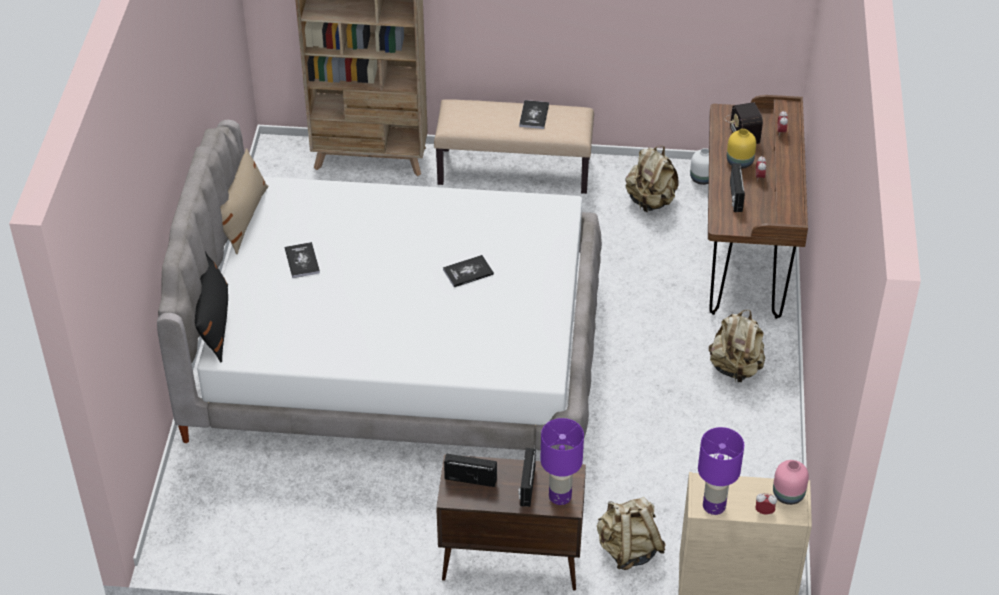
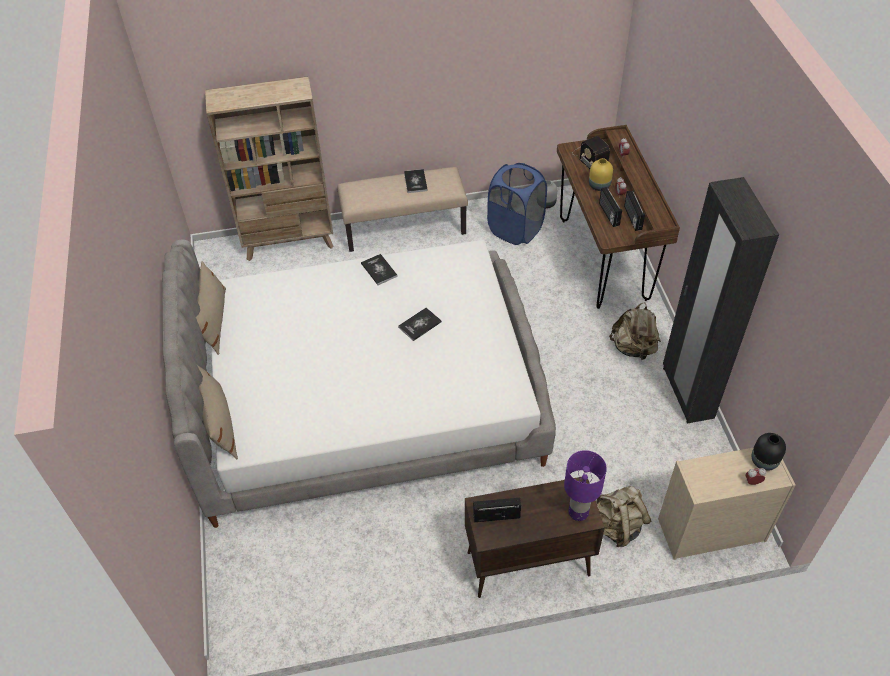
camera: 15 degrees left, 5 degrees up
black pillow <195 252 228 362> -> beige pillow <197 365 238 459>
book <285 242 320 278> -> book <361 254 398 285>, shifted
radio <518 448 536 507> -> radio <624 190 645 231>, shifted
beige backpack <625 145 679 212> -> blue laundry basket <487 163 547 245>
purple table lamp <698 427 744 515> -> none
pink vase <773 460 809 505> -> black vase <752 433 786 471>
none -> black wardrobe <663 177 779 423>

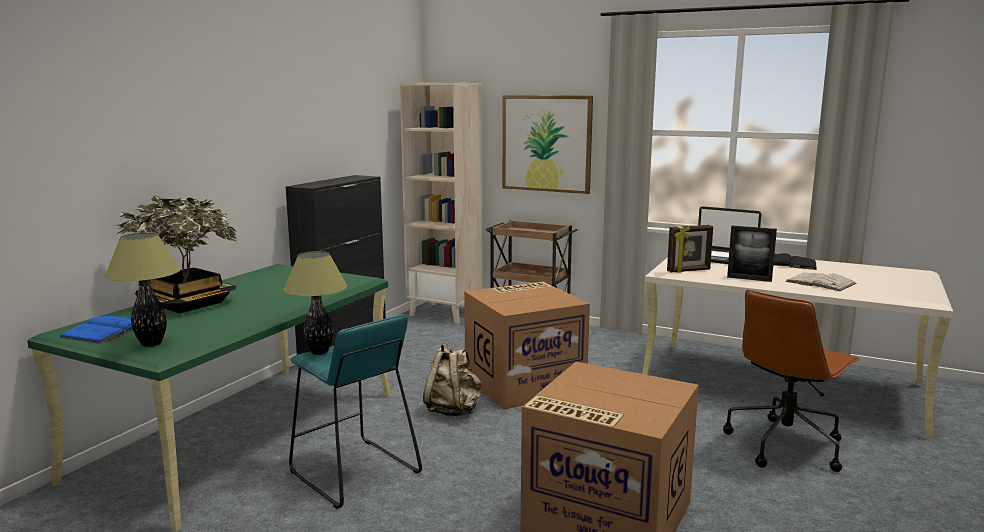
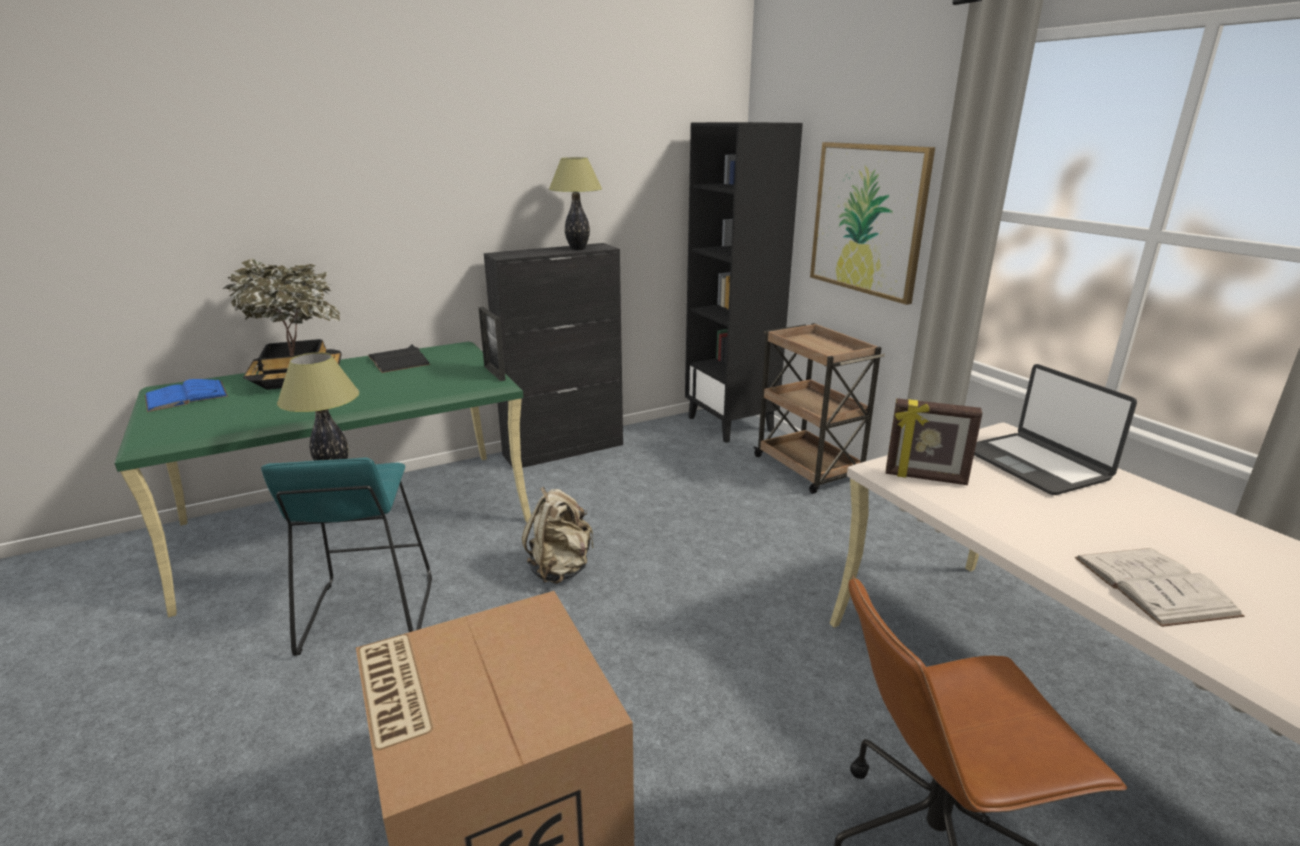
camera: 35 degrees right, 10 degrees up
table lamp <105 232 180 347> -> table lamp <549 157 602 250>, shifted
beige bookcase <400 83 482 323> -> black bookcase <685 122 803 443>
cardboard box <464 282 590 410> -> none
picture frame <727 226 777 282> -> picture frame <478 307 506 381>, shifted
black book <773 253 817 270> -> black book <368 345 430 373>, shifted

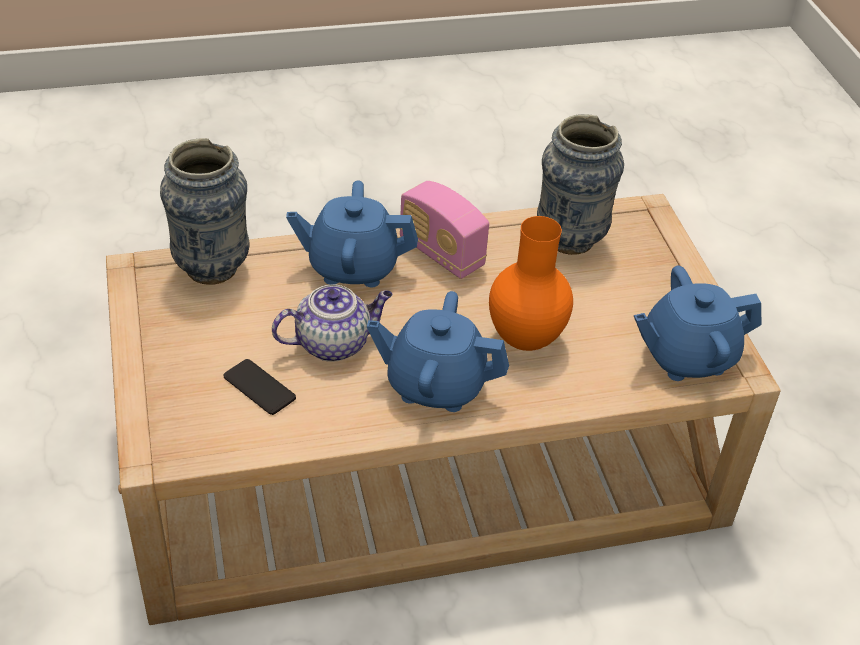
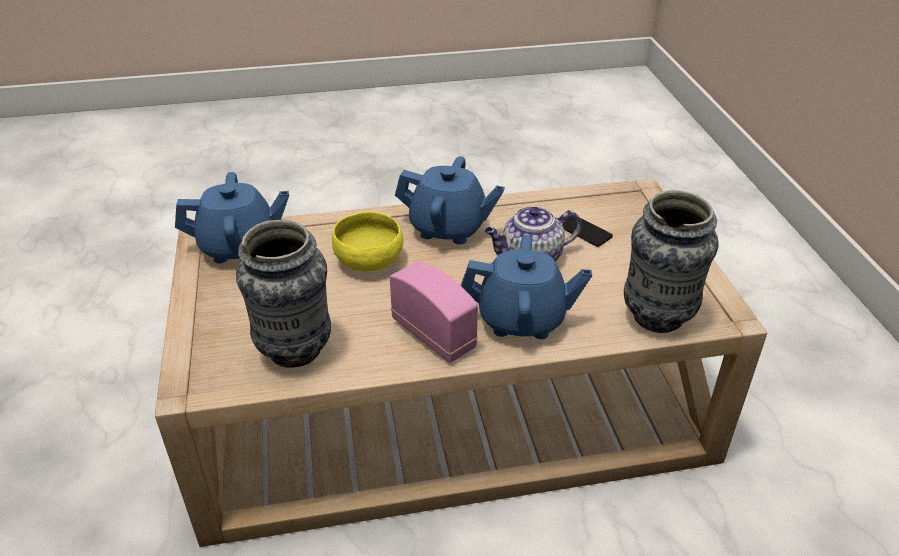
camera: 175 degrees left, 5 degrees down
orange vase <489 216 573 351> -> yellow bowl <332 211 403 272>

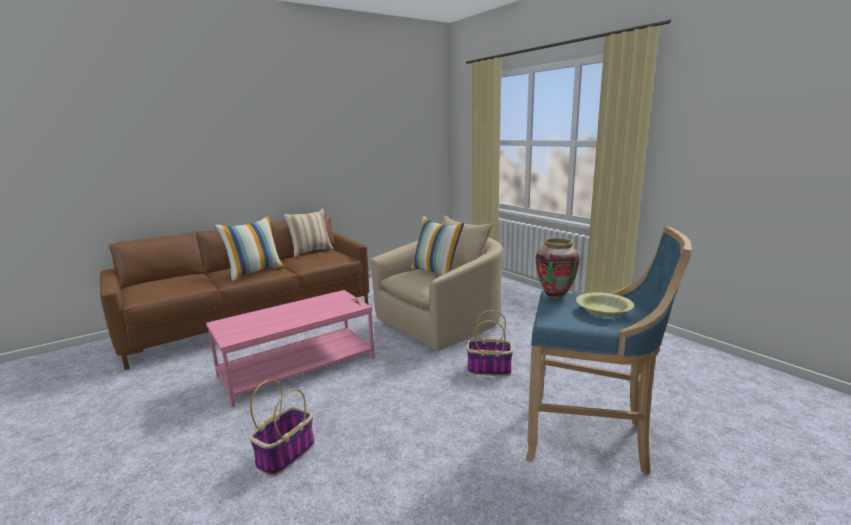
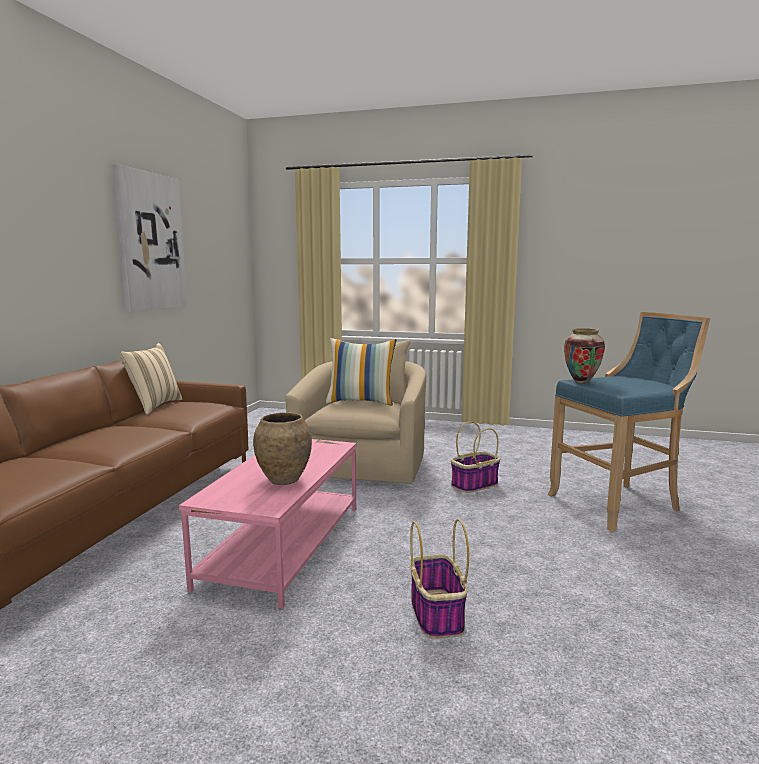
camera: 40 degrees left, 5 degrees down
pillow <214 215 285 281> -> none
yellow bowl <576 292 634 317> -> none
none -> picture <112 164 188 312>
none -> brown vase <253 413 312 485>

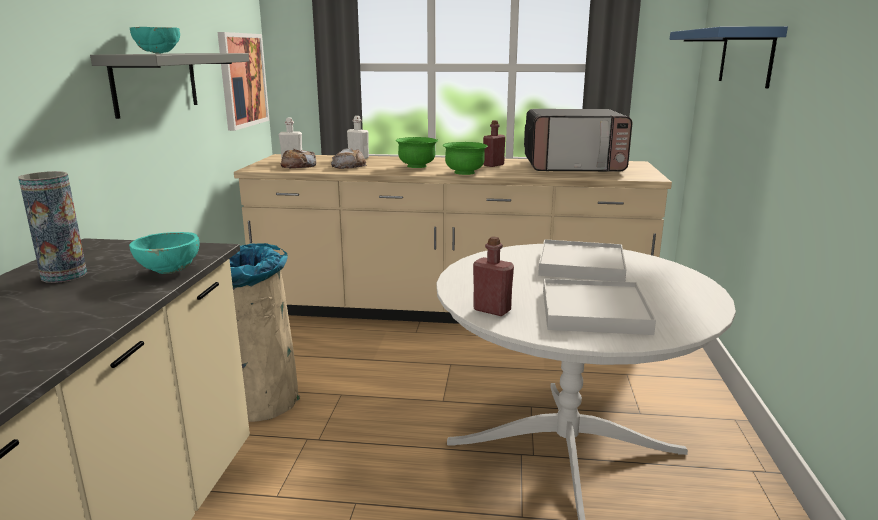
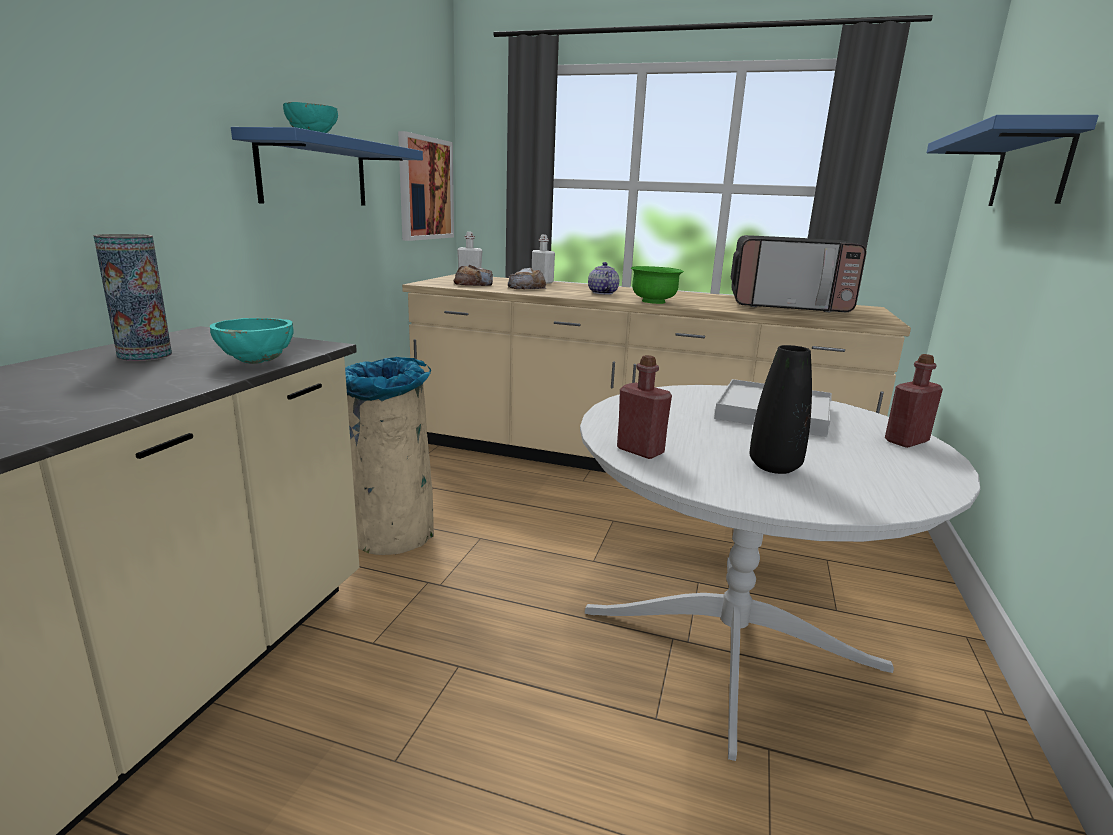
camera: 10 degrees right, 0 degrees up
grey shelf <90 53 249 119> -> blue shelf <231 127 423 206>
green bowl <396 137 438 168> -> teapot <588 262 619 294>
red bottle <483 120 505 167> -> red bottle <885 354 943 448>, shifted
white tray <543 279 656 335> -> black vase <749 345 812 474>

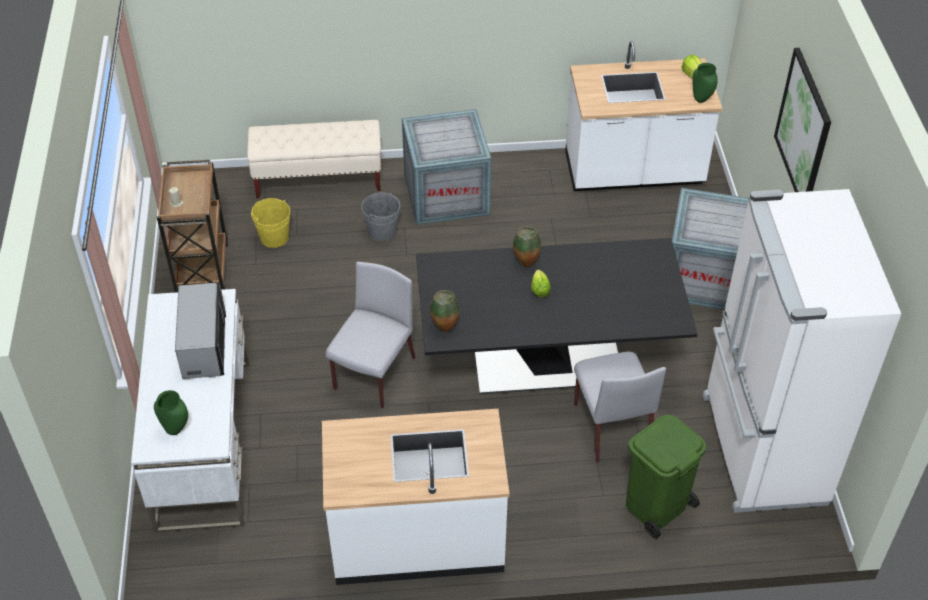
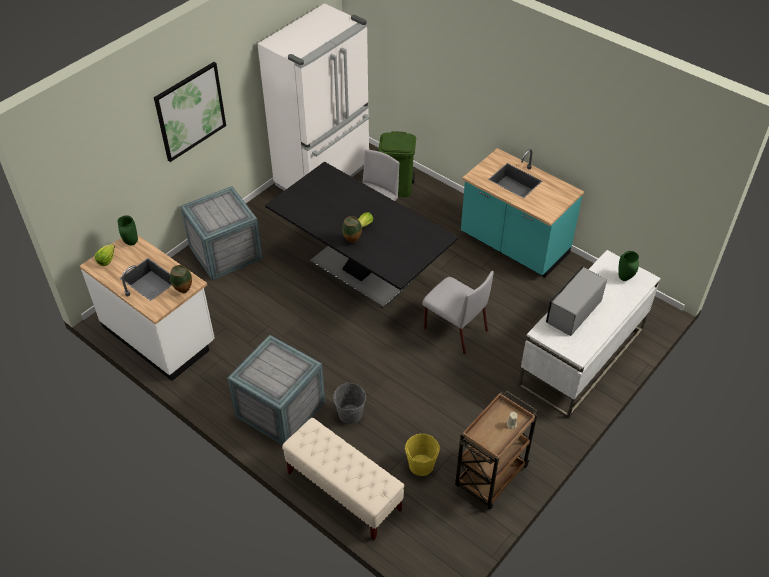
camera: 135 degrees left, 0 degrees up
white counter <322 409 510 585> -> turquoise counter <461 148 584 278>
grey chair <326 262 416 408> -> grey chair <422 271 494 354>, 120 degrees counterclockwise
vase <430 290 459 332> -> vase <170 265 192 293>, shifted

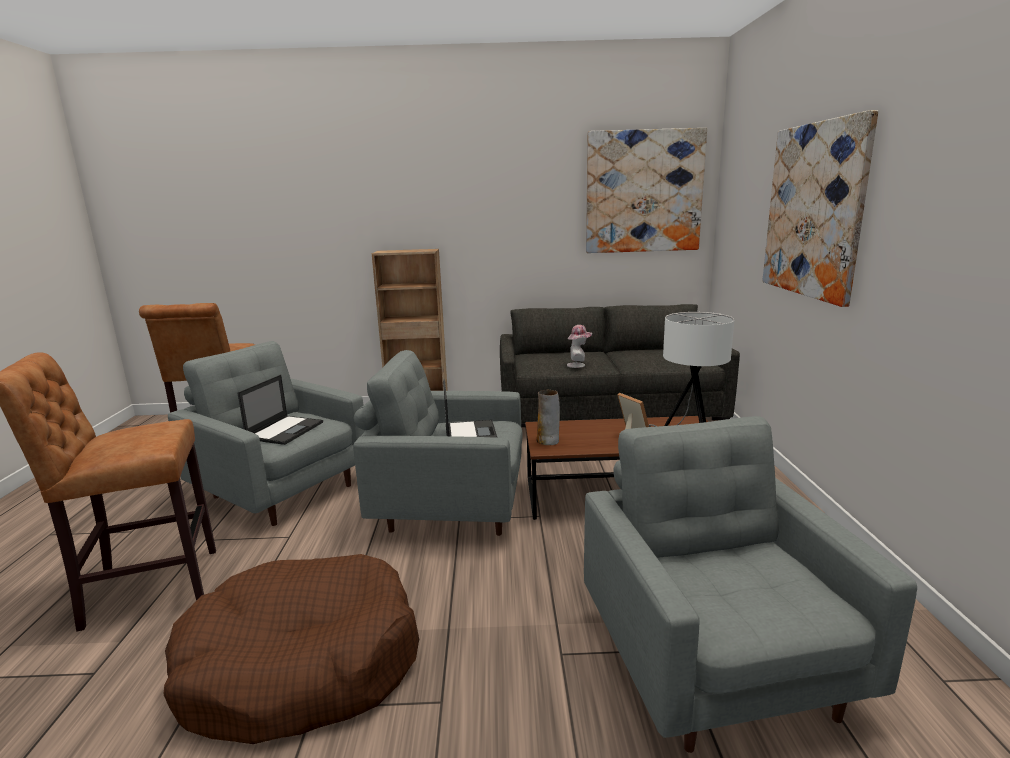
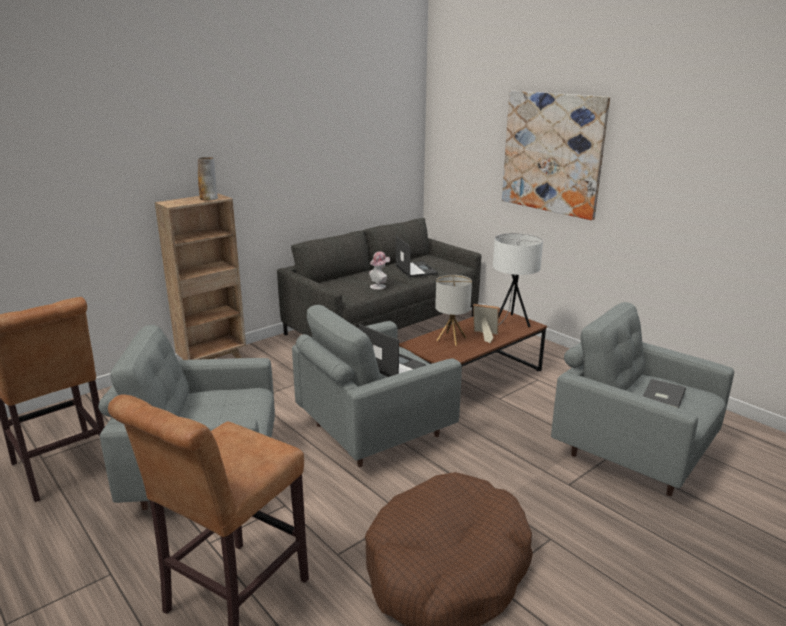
camera: 40 degrees left, 5 degrees up
laptop <238 375 323 445> -> laptop <395 236 438 278>, shifted
vase <537 389 560 445> -> vase <198 157 218 200>, shifted
picture <586 128 707 253> -> none
none -> table lamp <435 275 472 346>
none -> grey book <643 379 686 408>

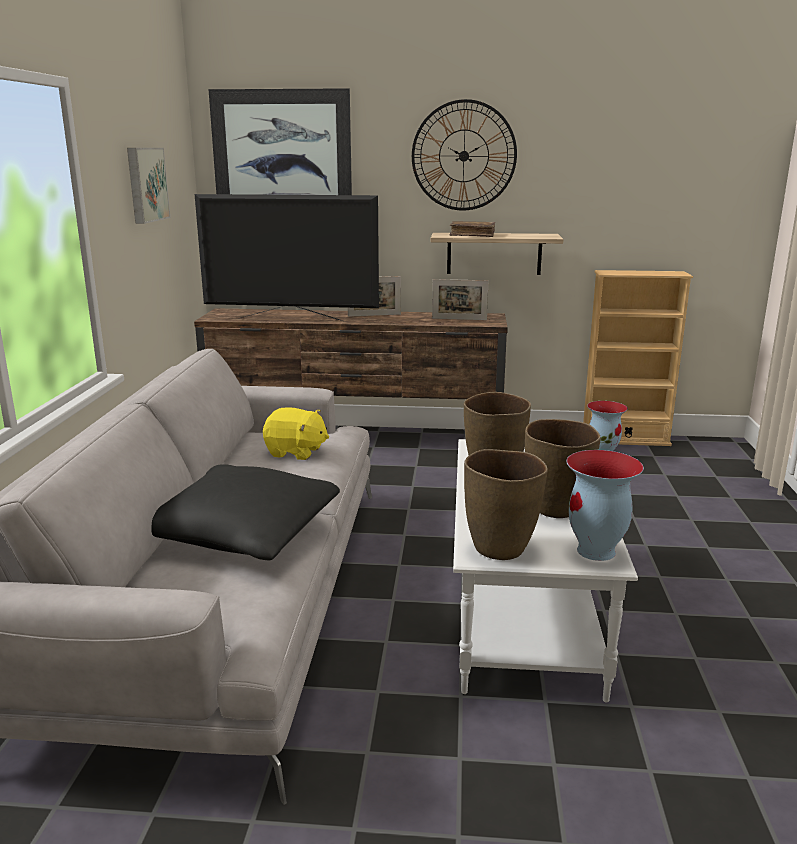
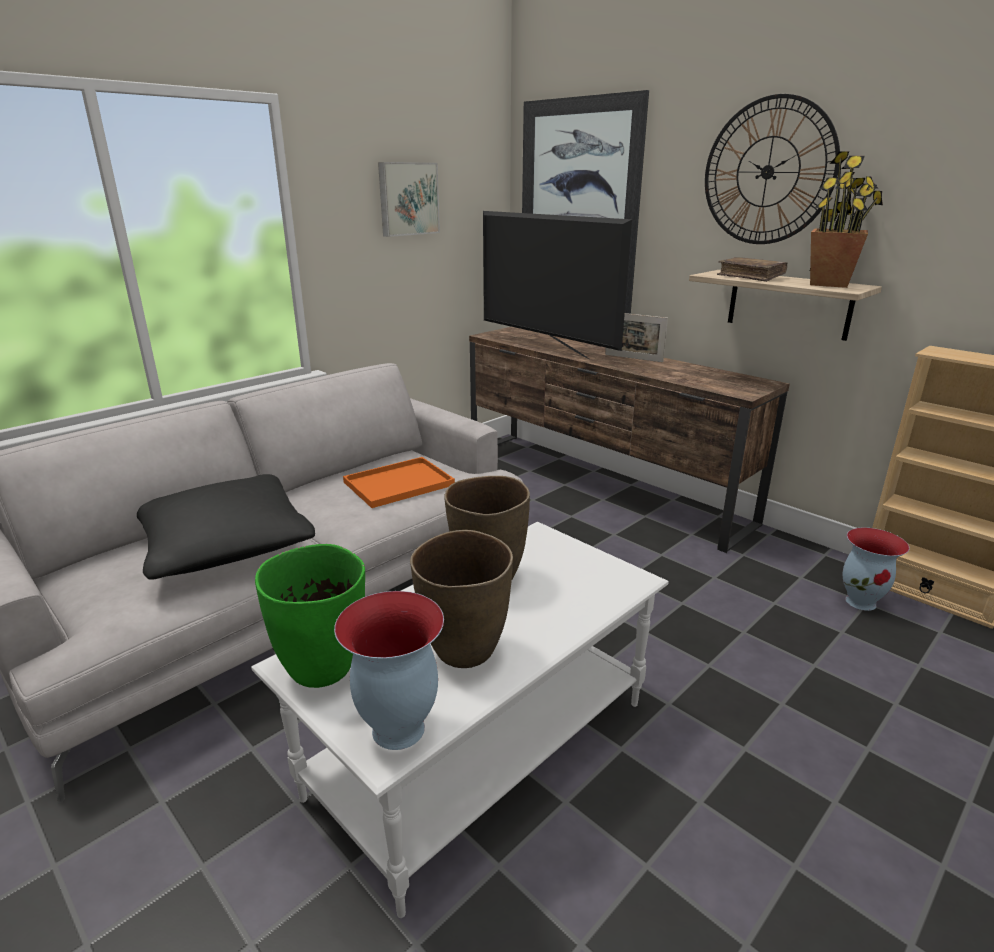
camera: 40 degrees right, 5 degrees up
yellow plush toy <263 407 329 460> -> orange tray <343 457 455 508>
picture frame <432 279 488 320> -> none
brown vase <464 449 548 560> -> green vase <255 544 365 688>
none -> potted plant <810 151 883 288>

